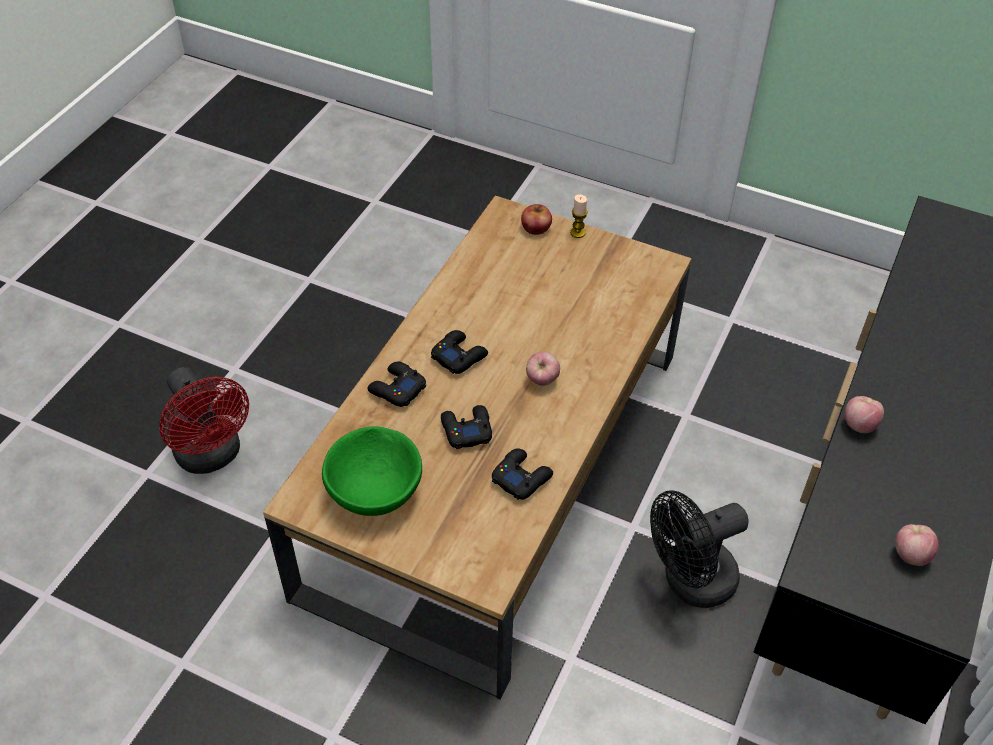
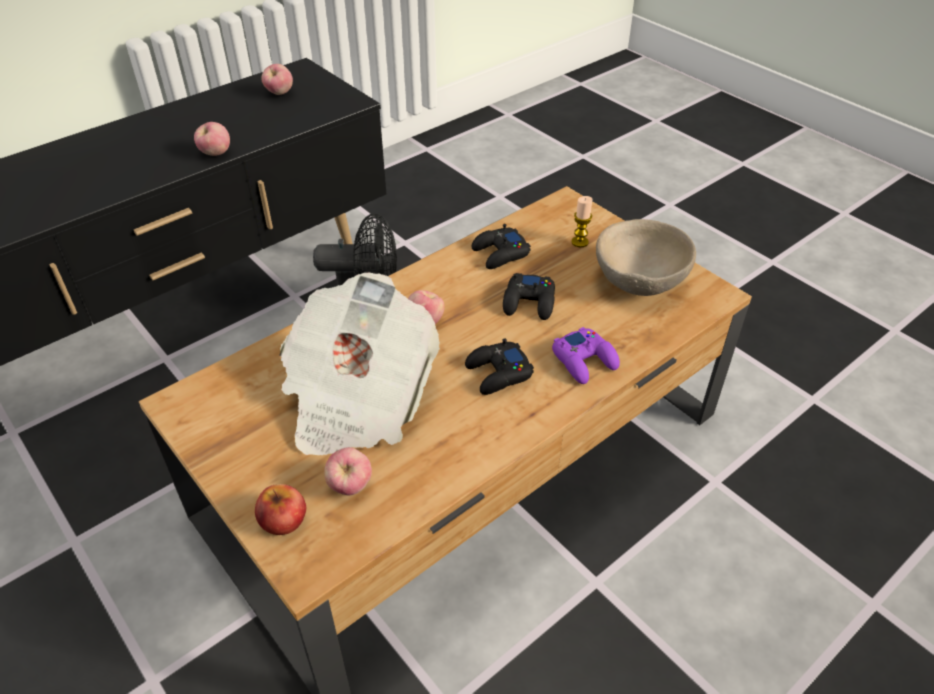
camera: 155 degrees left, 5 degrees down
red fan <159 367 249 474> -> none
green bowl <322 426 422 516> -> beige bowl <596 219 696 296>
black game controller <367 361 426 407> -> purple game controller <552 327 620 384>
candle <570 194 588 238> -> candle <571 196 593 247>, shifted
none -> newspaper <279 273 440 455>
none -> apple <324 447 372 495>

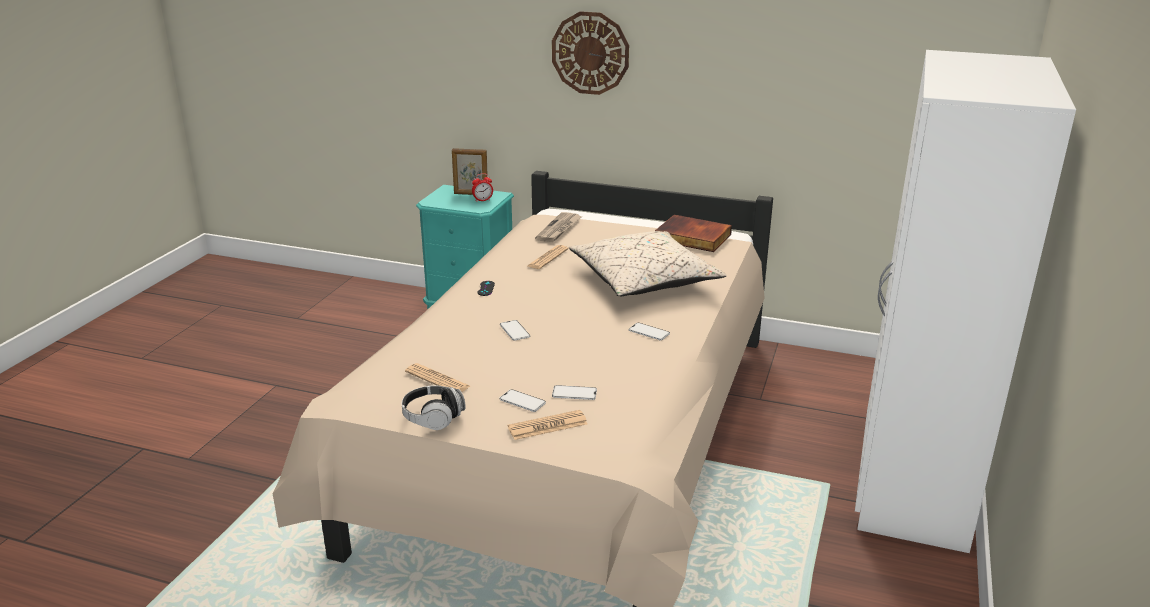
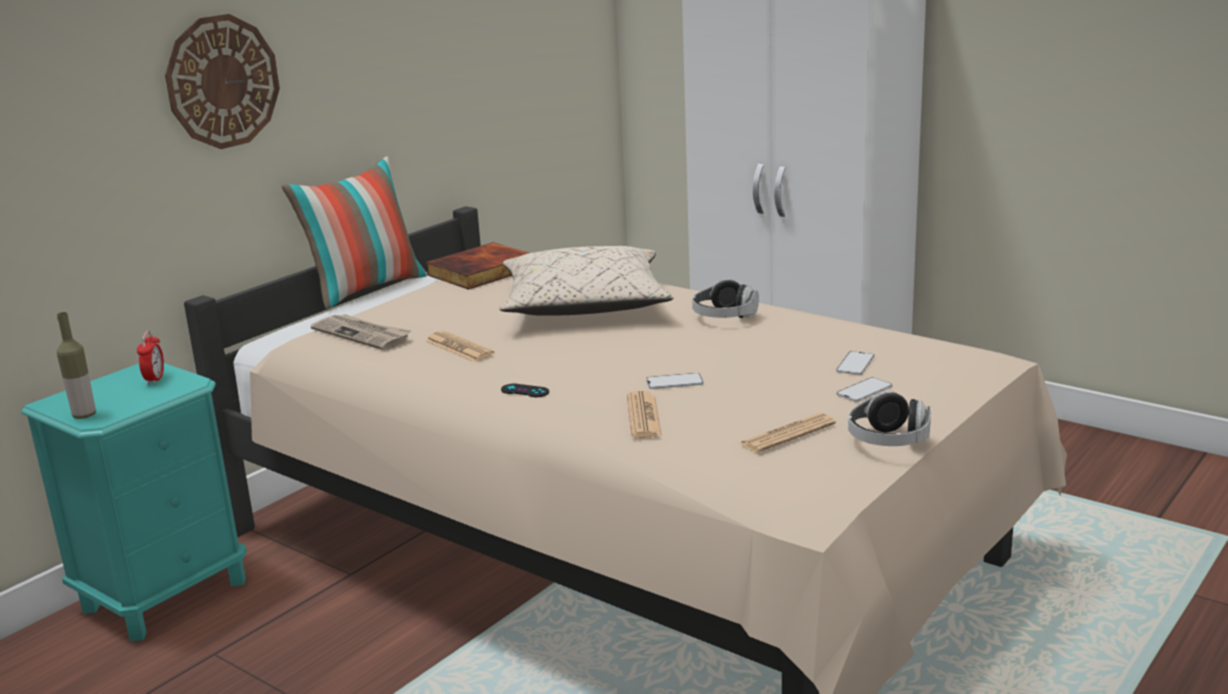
camera: 70 degrees left, 5 degrees down
picture frame <452 148 488 195> -> none
newspaper <508 410 587 440> -> newspaper <627 391 662 438>, shifted
phone <629 323 670 340> -> headphones <692 279 759 318>
none -> bottle <57 312 96 419>
none -> pillow <282 157 427 310>

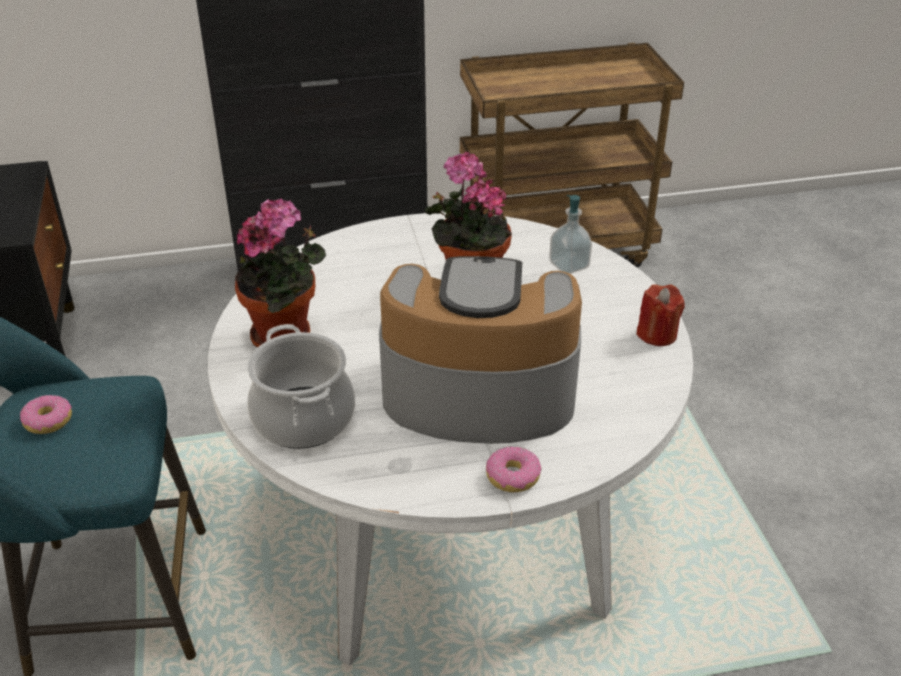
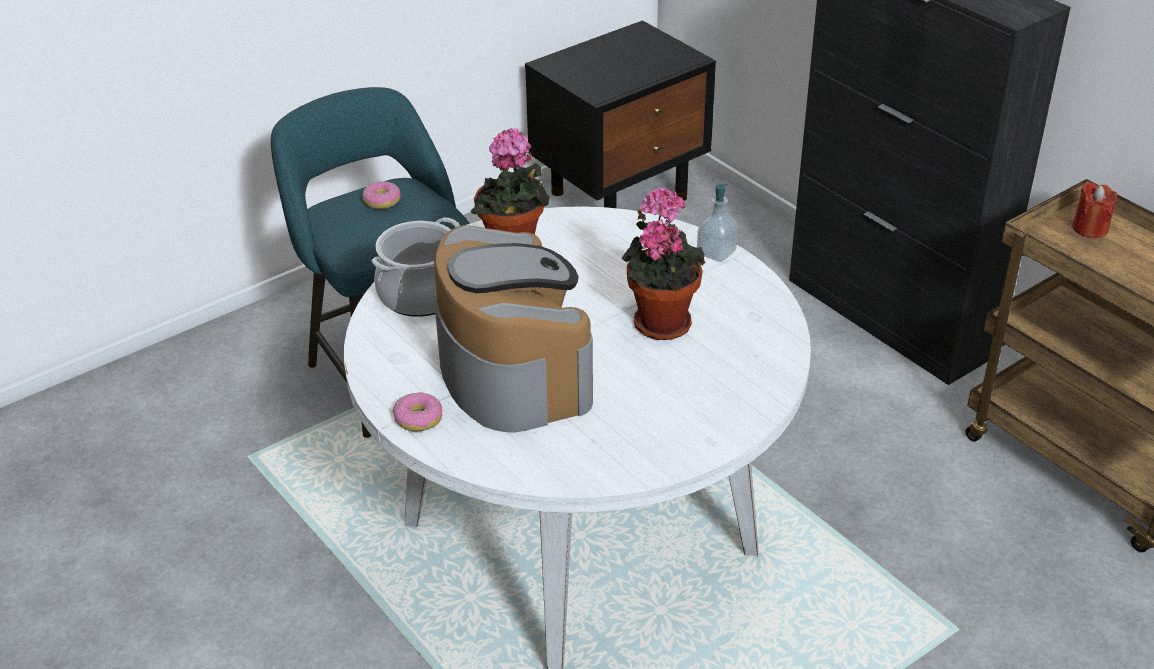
camera: 65 degrees right, 0 degrees up
soap dispenser <549 195 592 274> -> soap dispenser <697 184 738 262>, shifted
red candle <636 284 685 346> -> red candle <1072 181 1117 238>, shifted

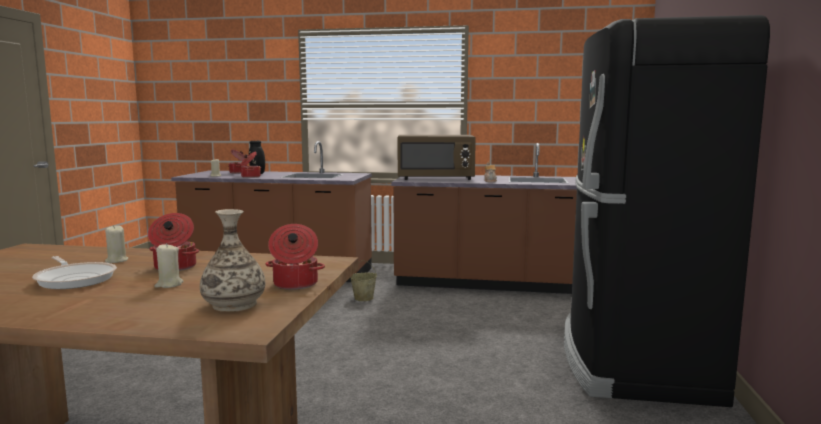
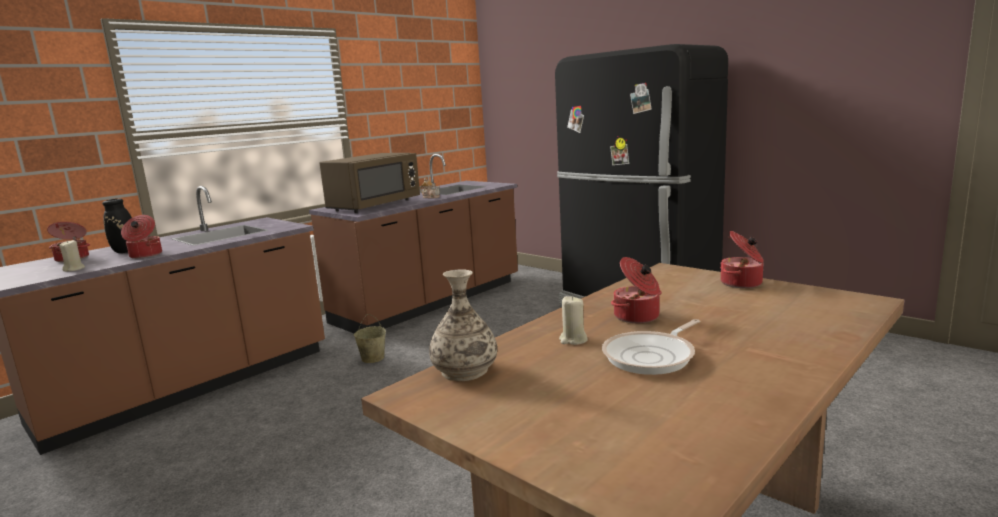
camera: 55 degrees left, 5 degrees up
frying pan <32 256 117 289> -> frying pan <602 319 700 375>, 150 degrees clockwise
beige candle <154 243 183 288> -> none
vase <200 209 265 312> -> vase <429 269 497 381>, shifted

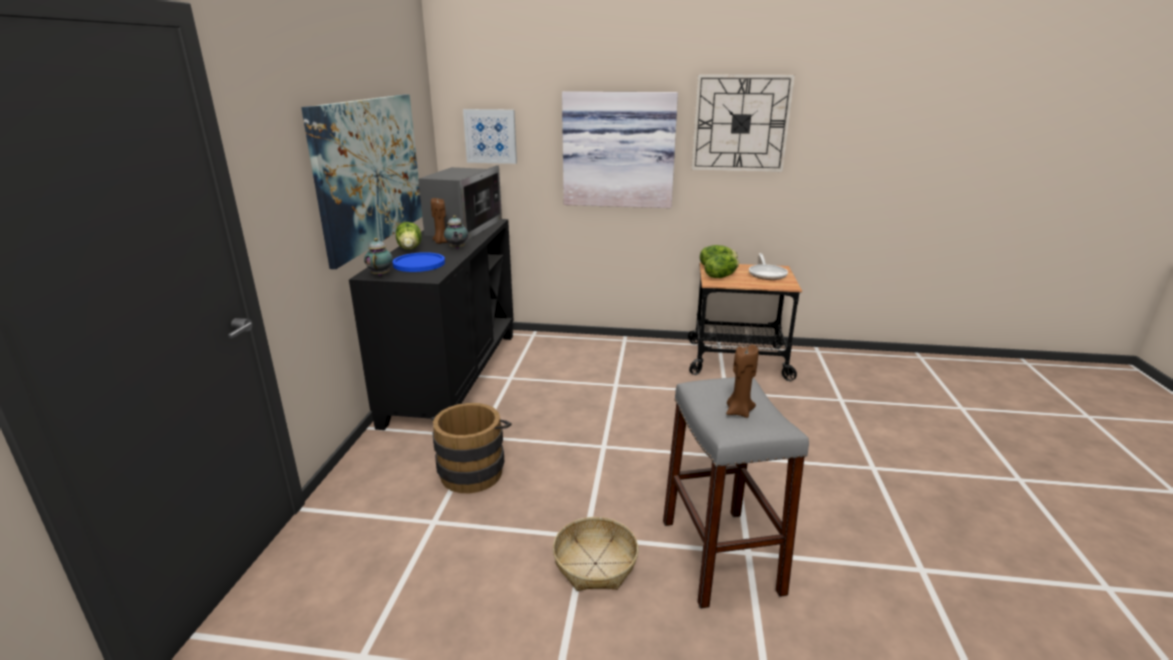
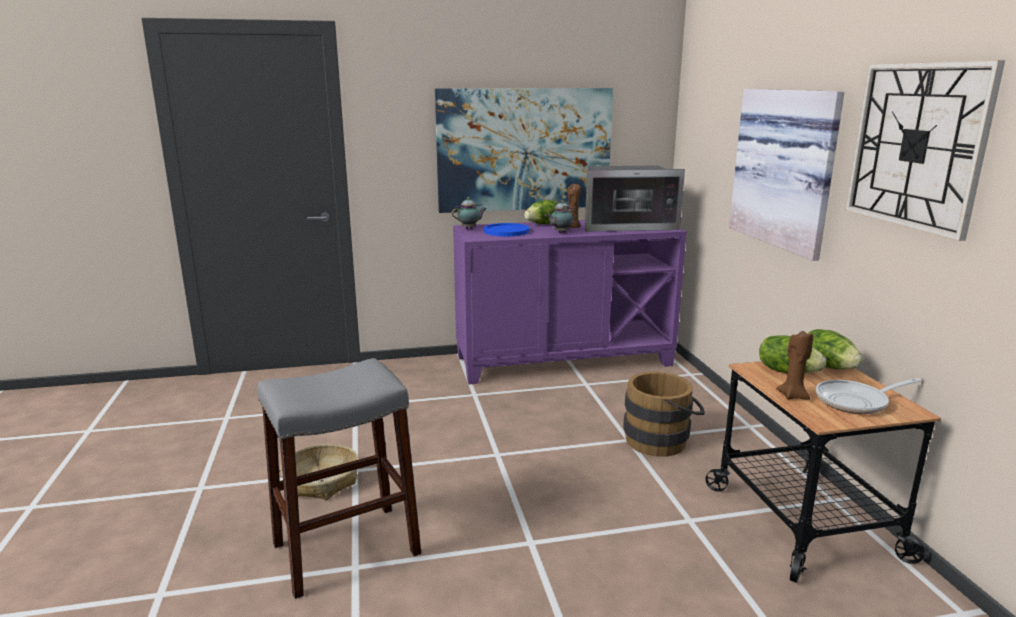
camera: 70 degrees right, 5 degrees down
black cabinet <349 219 514 430> -> purple cabinet <453 220 687 384>
brown bucket <431 403 512 493> -> brown bucket <623 372 705 457>, shifted
picture <463 109 517 164> -> none
brown candle <726 345 759 418> -> brown candle <776 331 813 400>, shifted

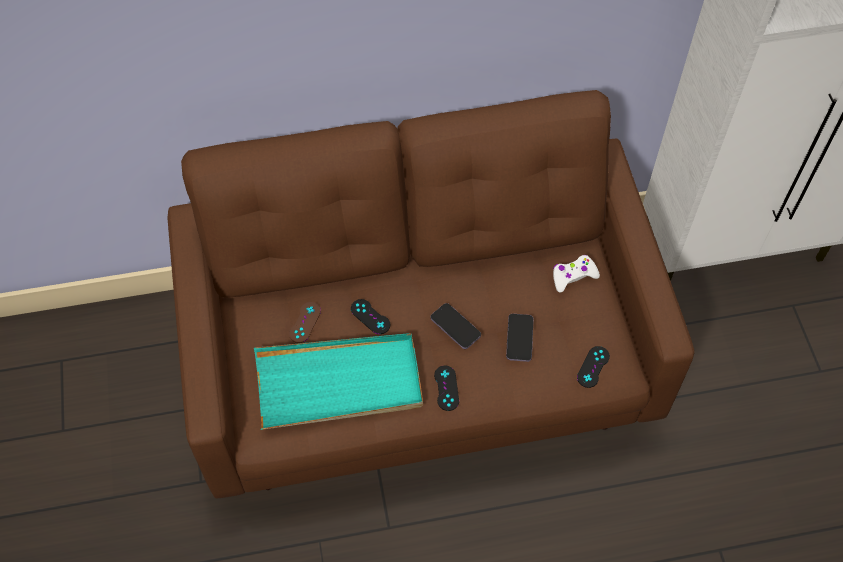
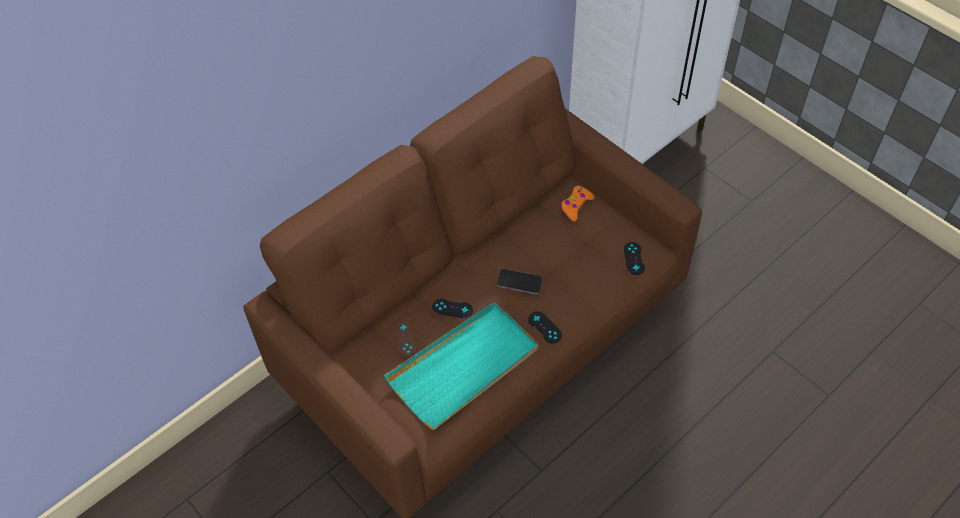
camera: 30 degrees left, 5 degrees down
phone <506 314 534 362> -> none
white game controller <553 255 600 292> -> orange game controller <560 186 595 221>

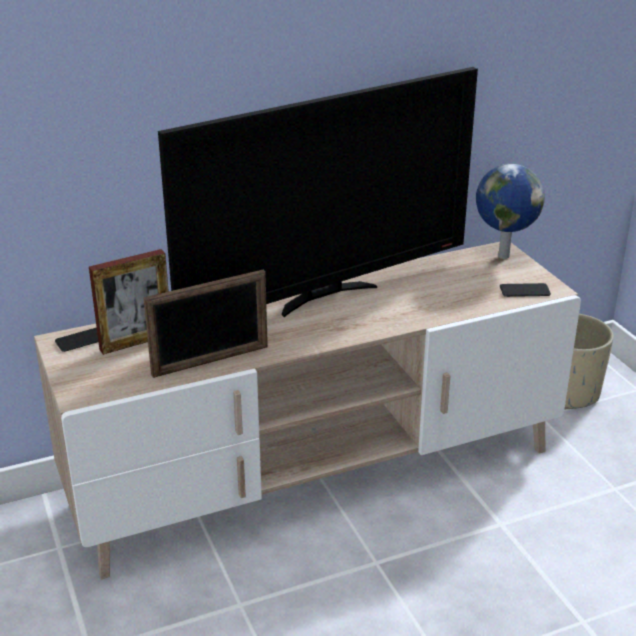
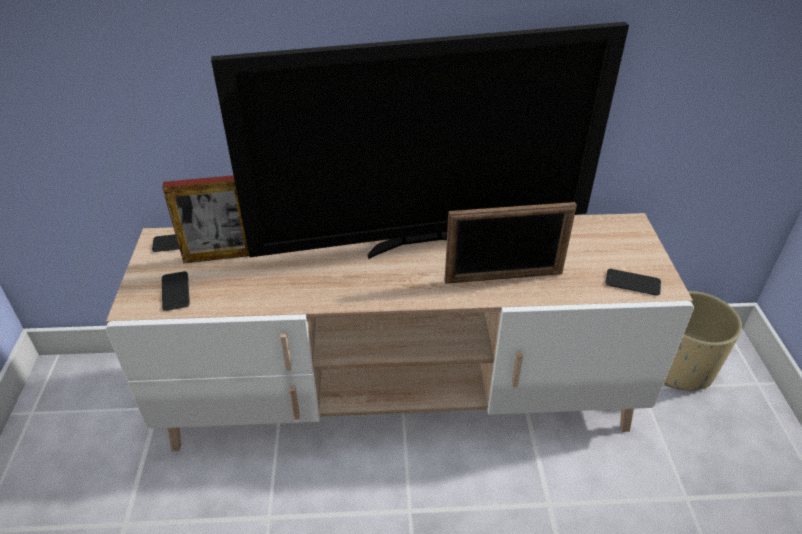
camera: 20 degrees right, 10 degrees up
picture frame <143 270 268 378> -> picture frame <445 202 577 284>, shifted
globe <476 164 545 259> -> none
none -> phone <162 271 190 311>

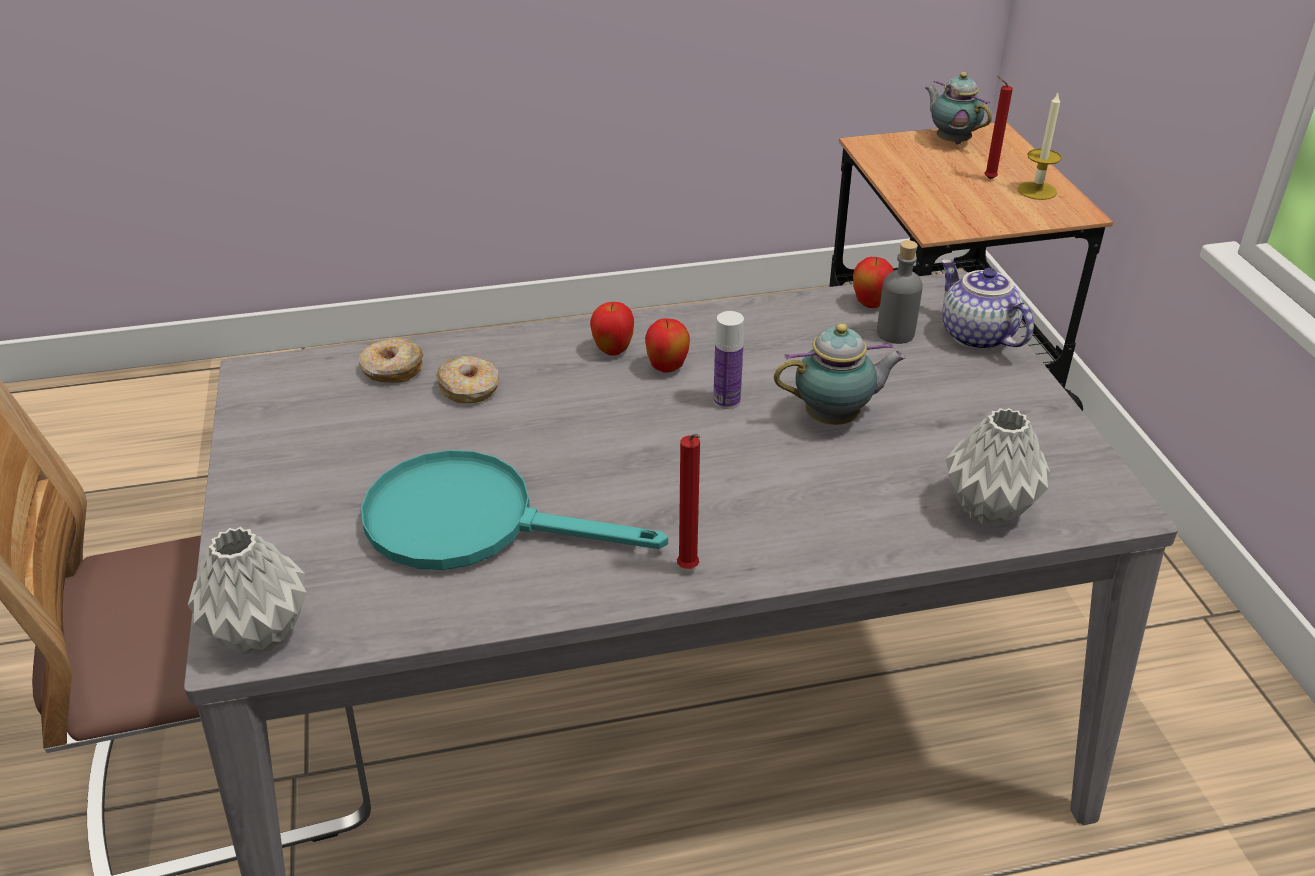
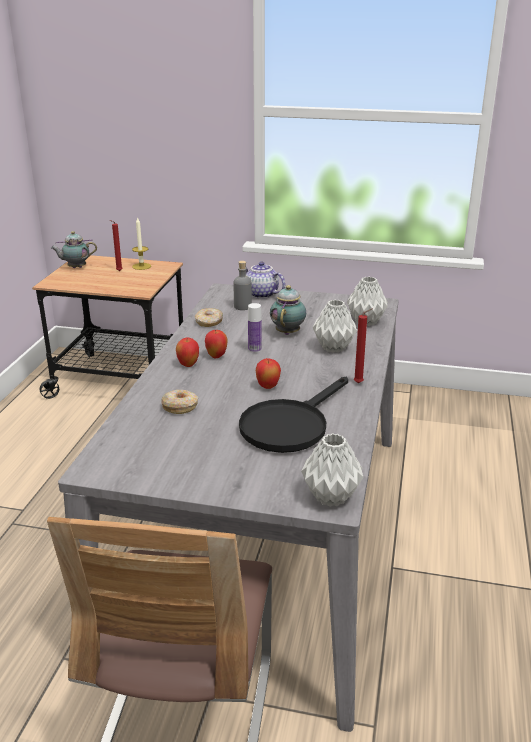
camera: 65 degrees left, 10 degrees down
donut <359 338 423 383> -> donut <195 308 223 327>, shifted
turquoise frying pan <361 450 668 570> -> black frying pan <239 377 348 453>
apple <853 257 894 308> -> apple <256 358 281 389>, shifted
teapot <941 259 1034 350> -> teapot <246 262 285 299>, 45 degrees clockwise
none -> grey vase <313 300 357 353>

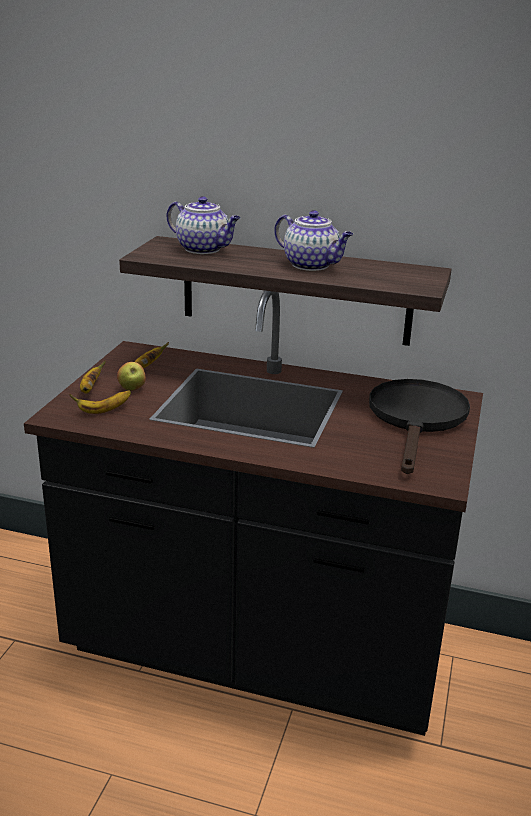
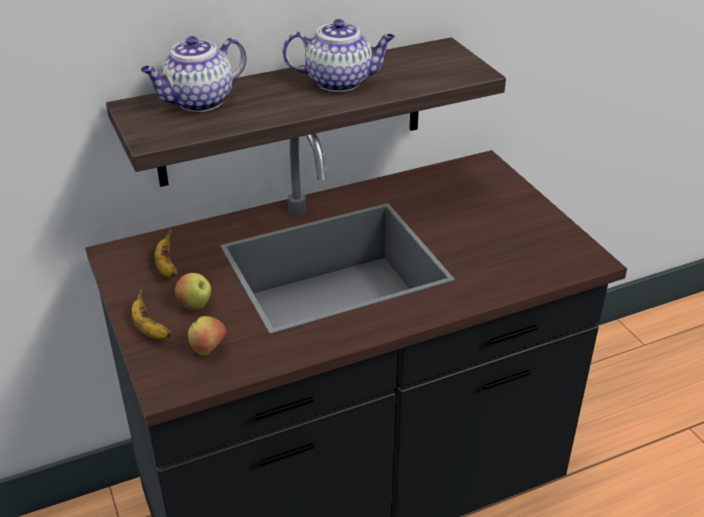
camera: 40 degrees left, 10 degrees up
banana <69 390 131 414> -> apple <188 316 227 356>
teapot <167 196 241 254> -> teapot <141 36 247 112>, 150 degrees clockwise
black frying pan <369 379 470 474> -> none

